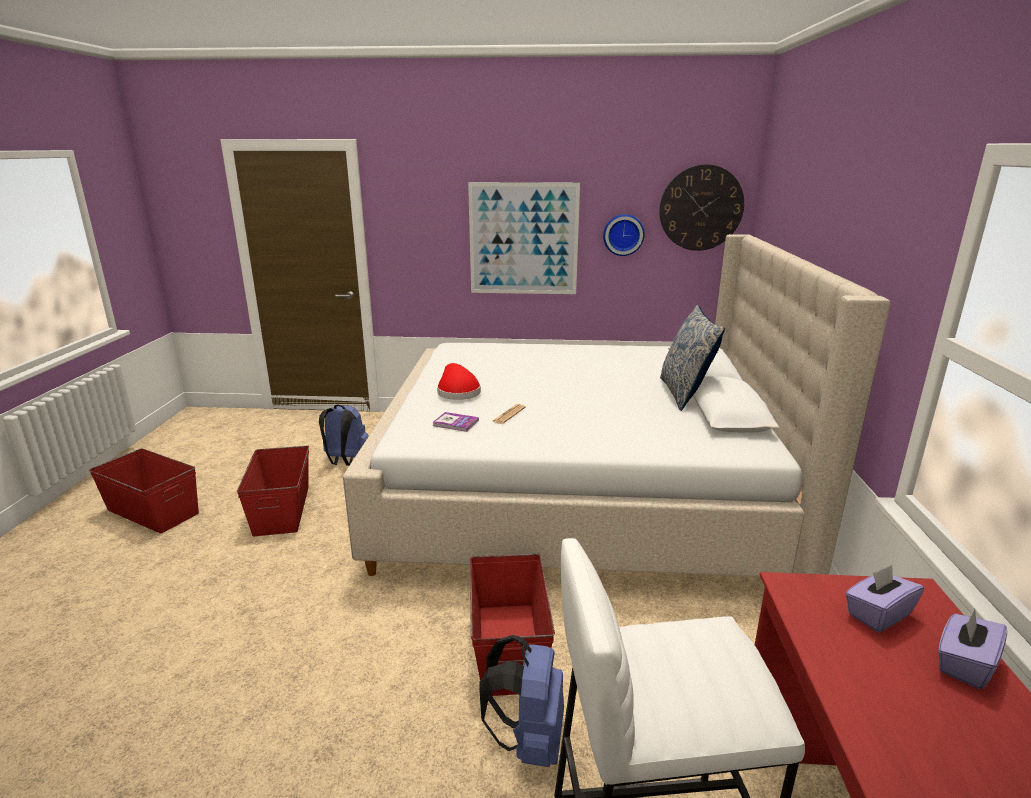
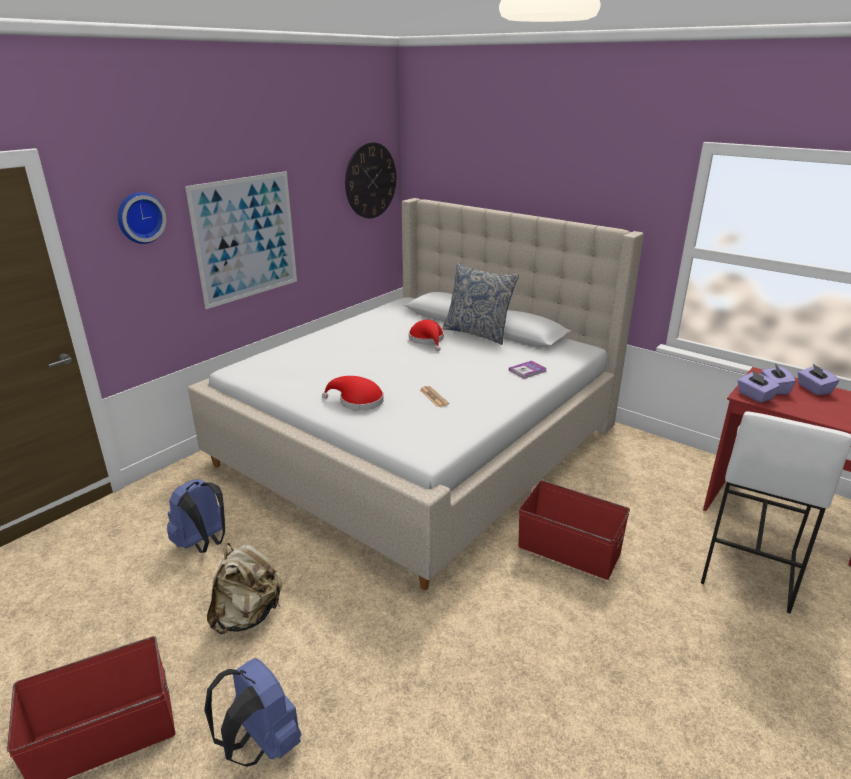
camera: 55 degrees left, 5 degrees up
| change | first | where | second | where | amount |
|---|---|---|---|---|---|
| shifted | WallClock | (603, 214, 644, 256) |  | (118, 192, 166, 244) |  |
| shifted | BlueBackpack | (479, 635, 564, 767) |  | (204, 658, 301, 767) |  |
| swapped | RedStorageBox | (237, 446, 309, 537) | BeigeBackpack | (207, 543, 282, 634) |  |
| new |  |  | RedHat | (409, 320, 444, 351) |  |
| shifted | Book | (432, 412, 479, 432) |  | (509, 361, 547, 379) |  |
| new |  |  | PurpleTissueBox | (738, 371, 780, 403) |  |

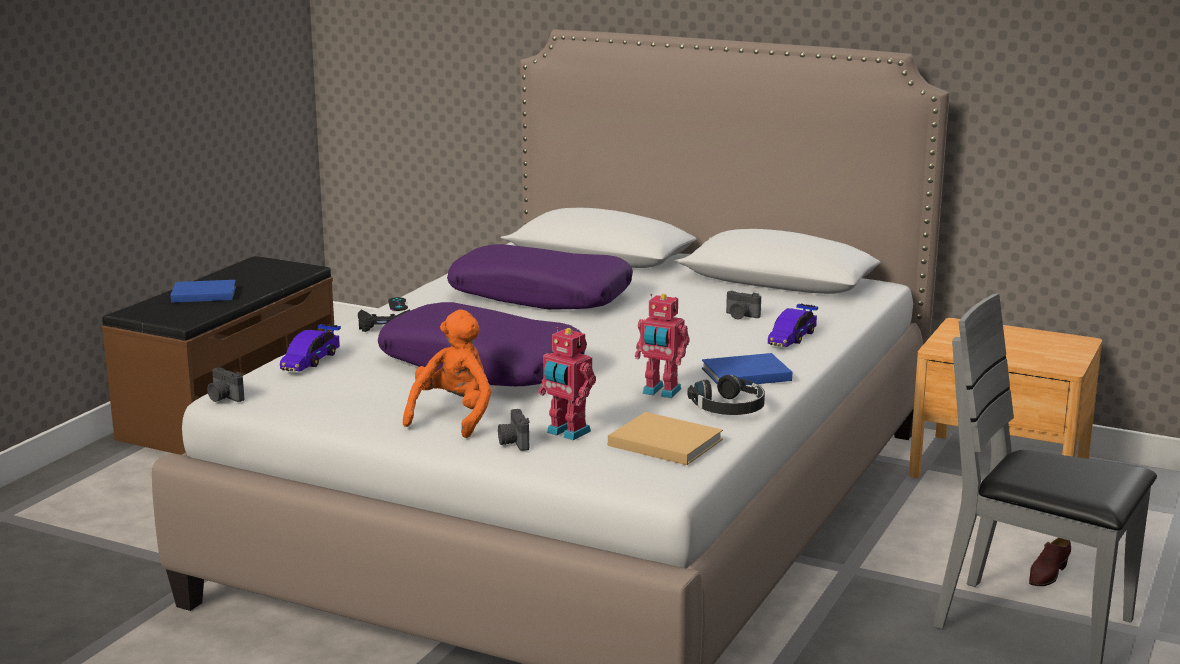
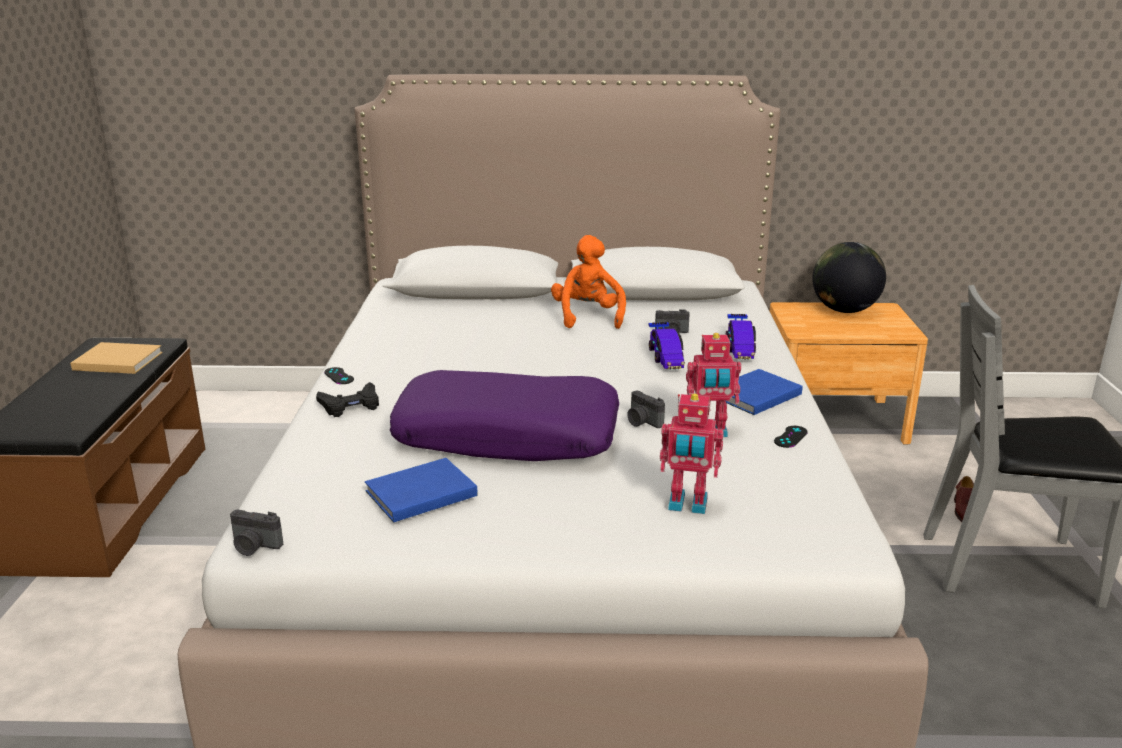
camera: 25 degrees left, 5 degrees up
| change | first | where | second | where | amount |
|---|---|---|---|---|---|
| shifted | BeigeBook | (608, 412, 723, 465) |  | (70, 342, 163, 374) |  |
| shifted | BlueBook | (170, 280, 236, 303) |  | (365, 458, 477, 523) |  |
| shifted | OrangePlushToy | (403, 309, 492, 438) |  | (551, 235, 626, 329) |  |
| shifted | PhotoCamera | (498, 409, 530, 451) |  | (627, 391, 665, 428) |  |
| shifted | ToyCar | (280, 324, 341, 372) |  | (649, 322, 685, 370) |  |
| swapped | BlackHeadphones | (688, 375, 765, 415) | BlackGameController | (774, 426, 808, 448) |  |
| new |  |  | Globe | (812, 242, 886, 313) |  |
| gone | PurplePillow | (447, 244, 633, 310) |  |  |  |

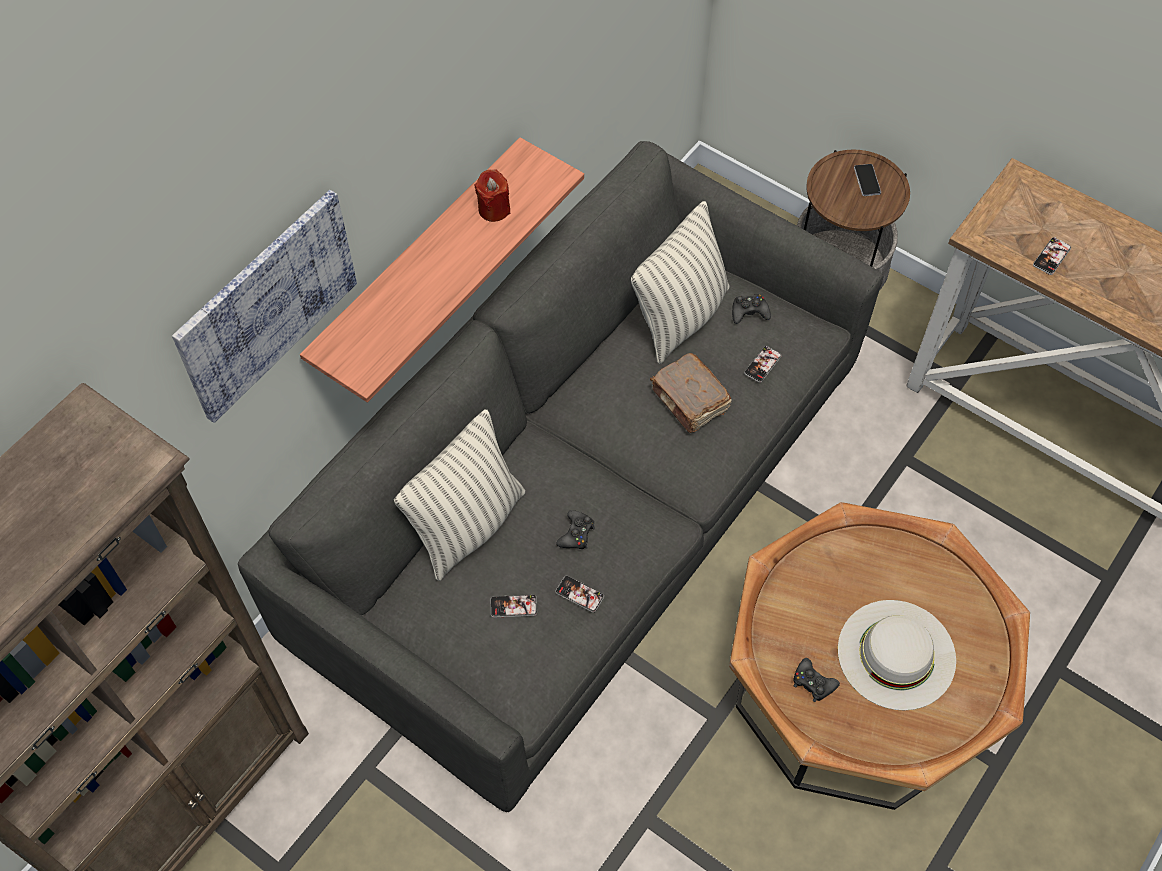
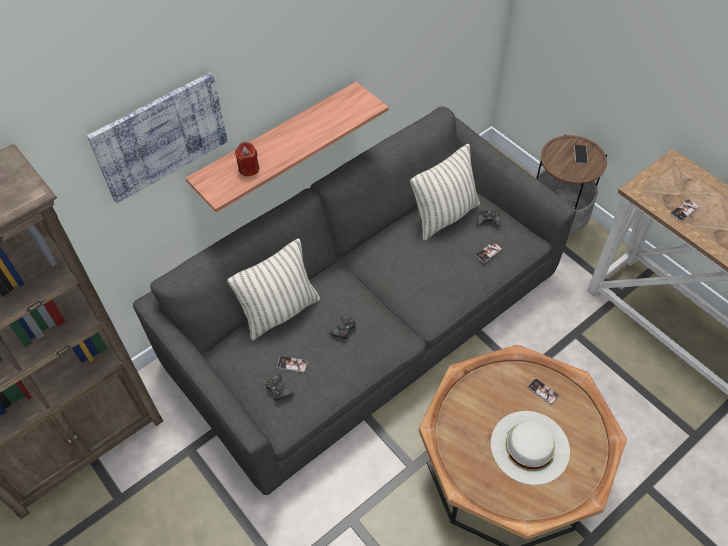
camera: 15 degrees right, 5 degrees down
| change | first | where | second | where | amount |
|---|---|---|---|---|---|
| shifted | RedCandle | (475, 170, 510, 222) |  | (235, 142, 259, 176) |  |
| shifted | BlackGameController | (793, 658, 840, 702) |  | (266, 374, 294, 401) |  |
| shifted | Phone | (555, 576, 604, 612) |  | (528, 378, 559, 405) |  |
| gone | BrownBook | (650, 353, 732, 433) |  |  |  |

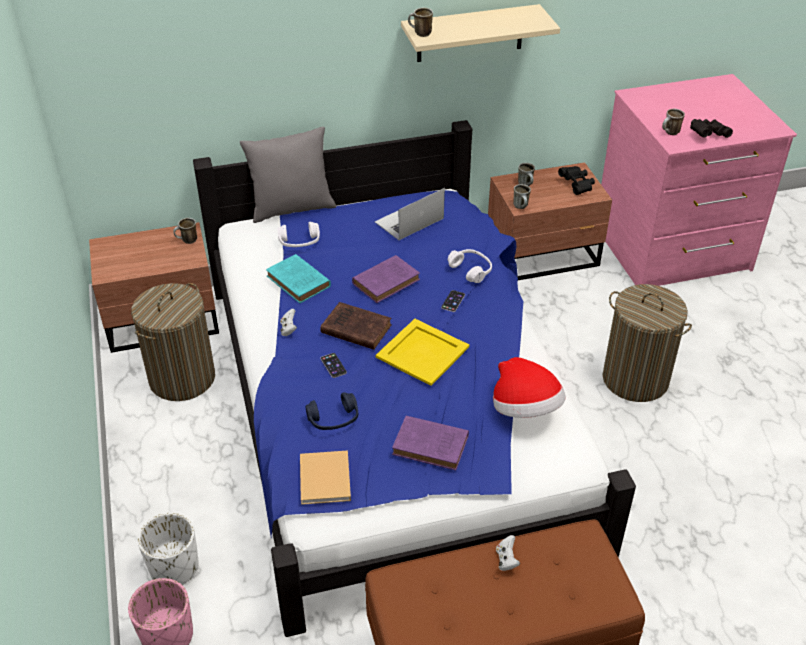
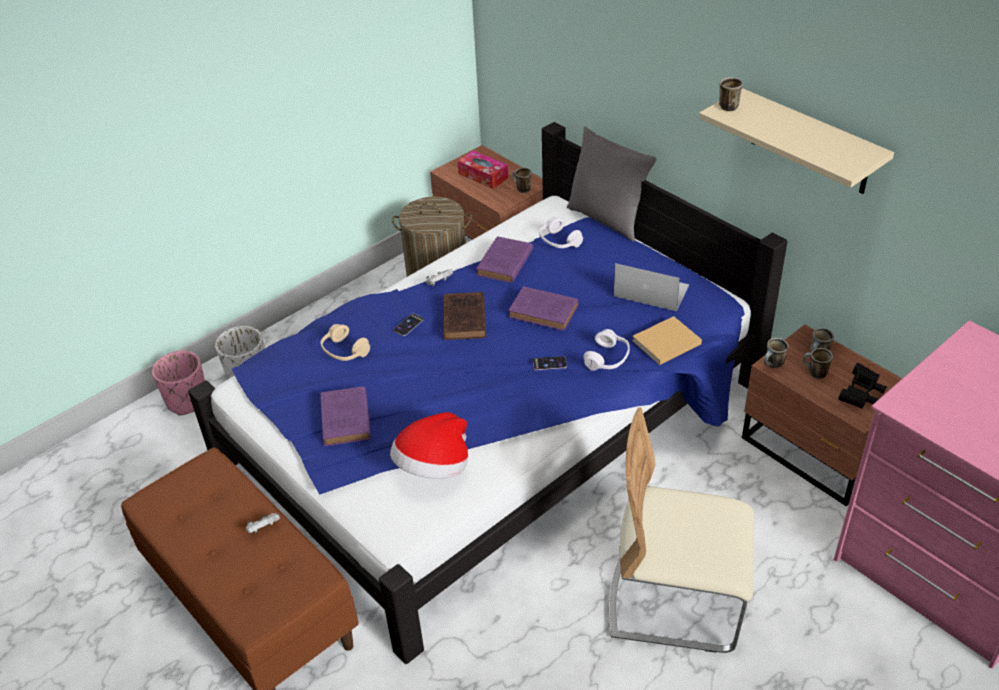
camera: 65 degrees right, 0 degrees up
| change | first | where | second | where | amount |
|---|---|---|---|---|---|
| repainted | BlueHeadphones | (305, 392, 358, 430) | BeigeHeadphones | (320, 324, 370, 361) |  |
| new |  |  | TissueBox | (458, 151, 508, 189) |  |
| repainted | TurquoiseBook | (266, 254, 331, 303) | PurpleBook | (476, 236, 533, 283) |  |
| swapped | LaundryBasket | (603, 284, 692, 402) | BeigeChair | (609, 407, 754, 653) |  |
| shifted | BeigeBook | (300, 450, 351, 505) |  | (632, 316, 702, 365) |  |
| shifted | Mug | (662, 108, 685, 135) |  | (803, 348, 833, 379) |  |
| gone | YellowTray | (376, 319, 469, 386) |  |  |  |
| gone | BlackBinoculars | (690, 119, 733, 138) |  |  |  |

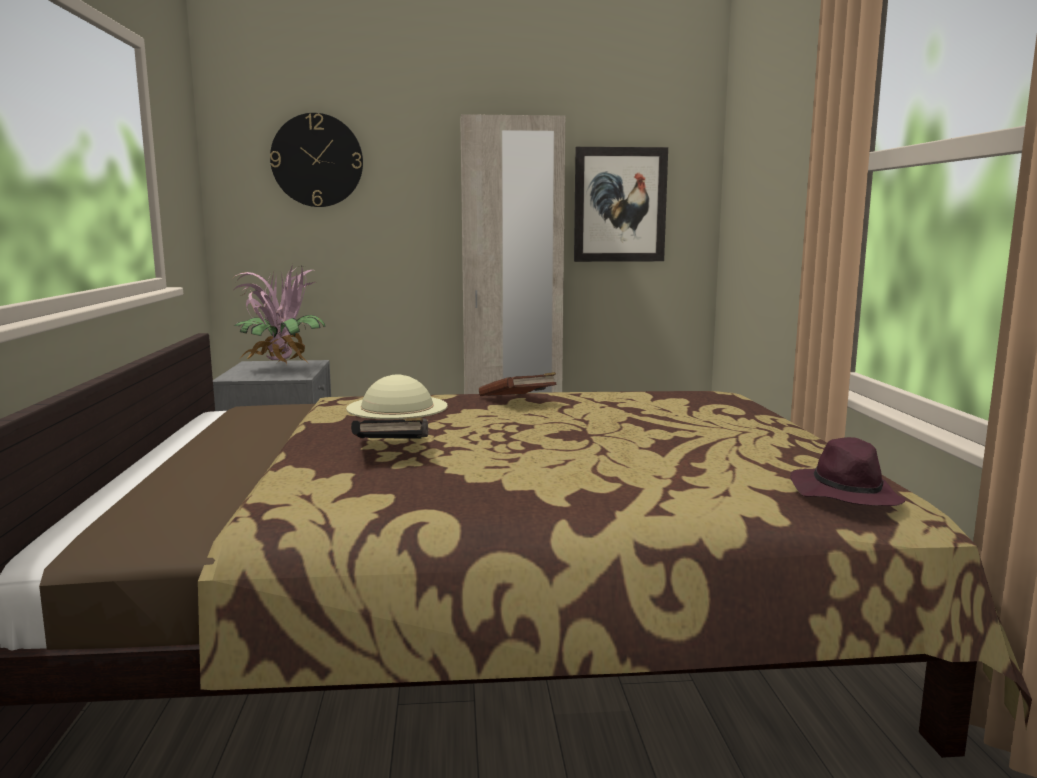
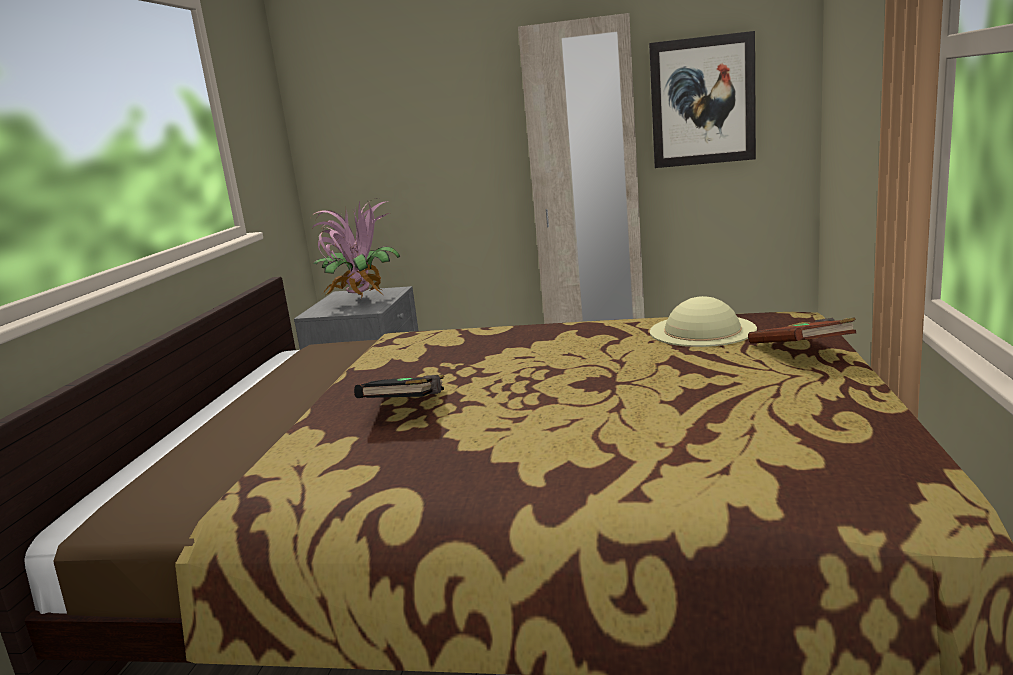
camera: 15 degrees right, 5 degrees up
| change | first | where | second | where | amount |
|---|---|---|---|---|---|
| shifted | BeigeHat | (346, 375, 447, 419) |  | (650, 296, 757, 347) |  |
| shifted | BrownBook | (479, 372, 556, 396) |  | (748, 317, 856, 344) |  |
| gone | WallClock | (270, 113, 363, 207) |  |  |  |
| gone | PurpleHat | (790, 437, 906, 506) |  |  |  |

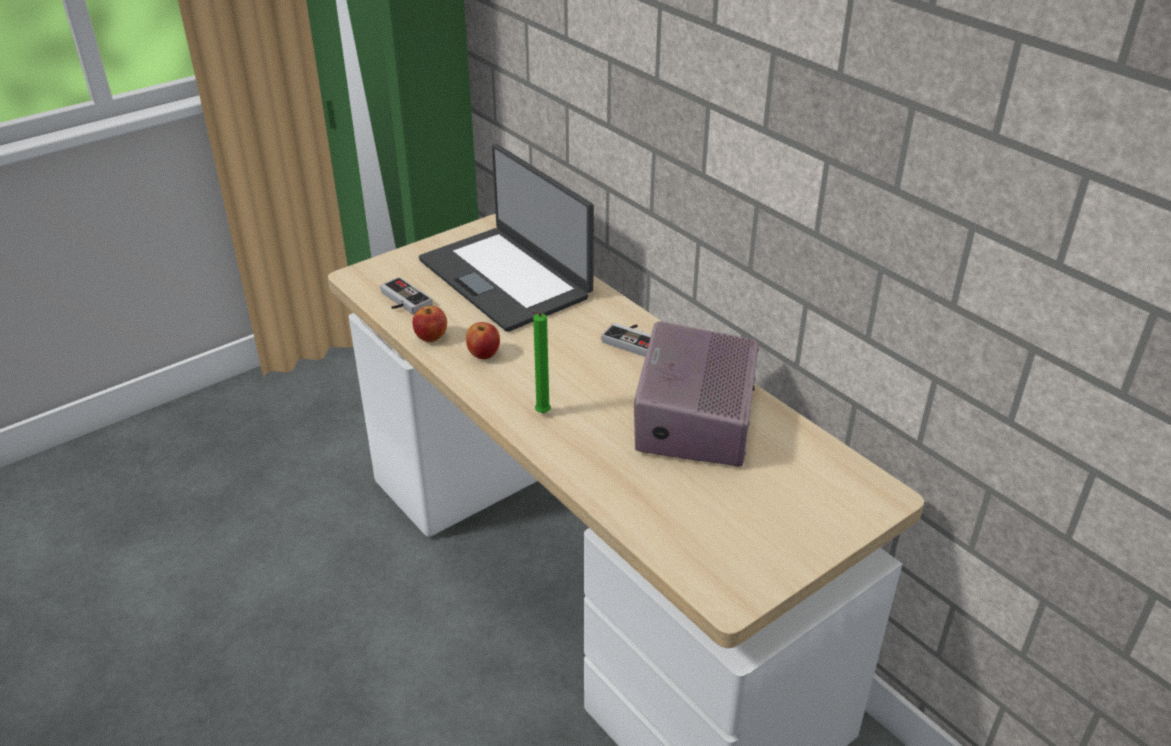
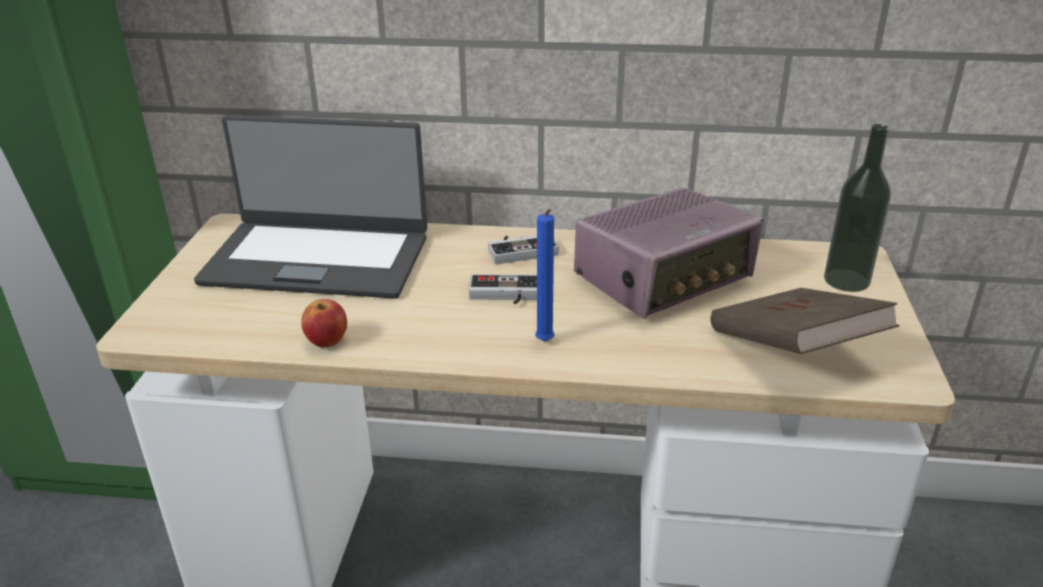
camera: 45 degrees left, 5 degrees down
| change | first | where | second | where | amount |
|---|---|---|---|---|---|
| shifted | GameController | (380, 277, 433, 315) |  | (469, 274, 537, 304) |  |
| repainted | GreenCandle | (531, 311, 551, 413) | BlueCandle | (535, 209, 554, 342) |  |
| rotated | Radio | (634, 321, 759, 467) |  | (574, 188, 764, 319) | 90 degrees counterclockwise |
| new |  |  | BrownBook | (711, 288, 899, 354) |  |
| new |  |  | Bottle | (824, 124, 891, 292) |  |
| gone | Apple | (466, 322, 500, 360) |  |  |  |

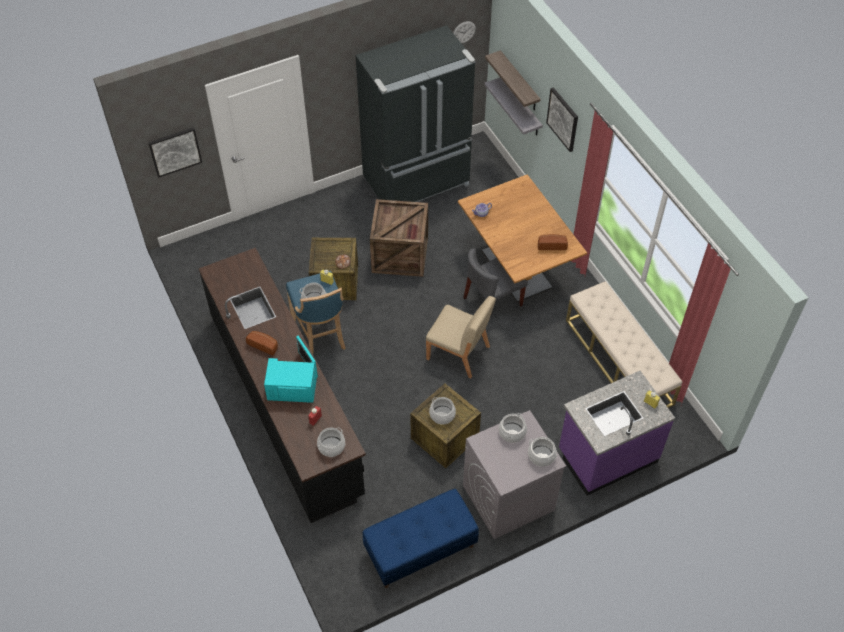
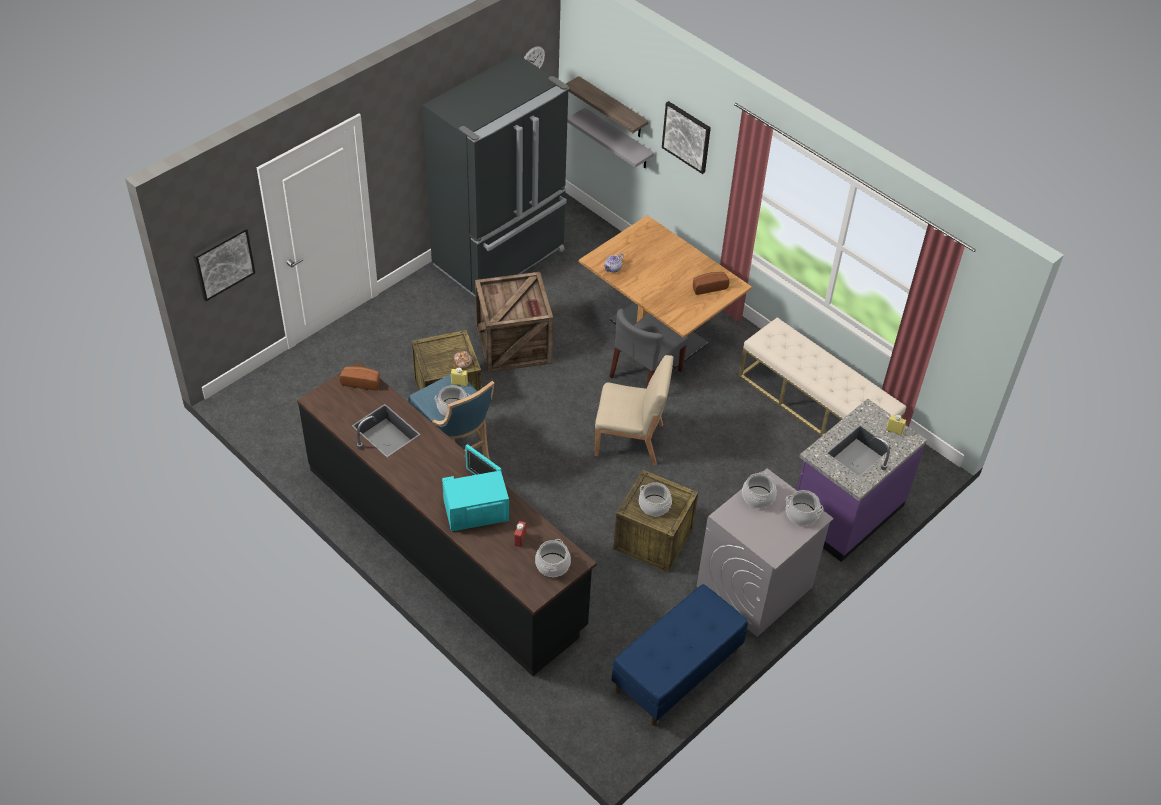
camera: 20 degrees left, 5 degrees down
| change | first | where | second | where | amount |
|---|---|---|---|---|---|
| shifted | Bread | (246, 331, 278, 356) |  | (340, 366, 380, 390) |  |

